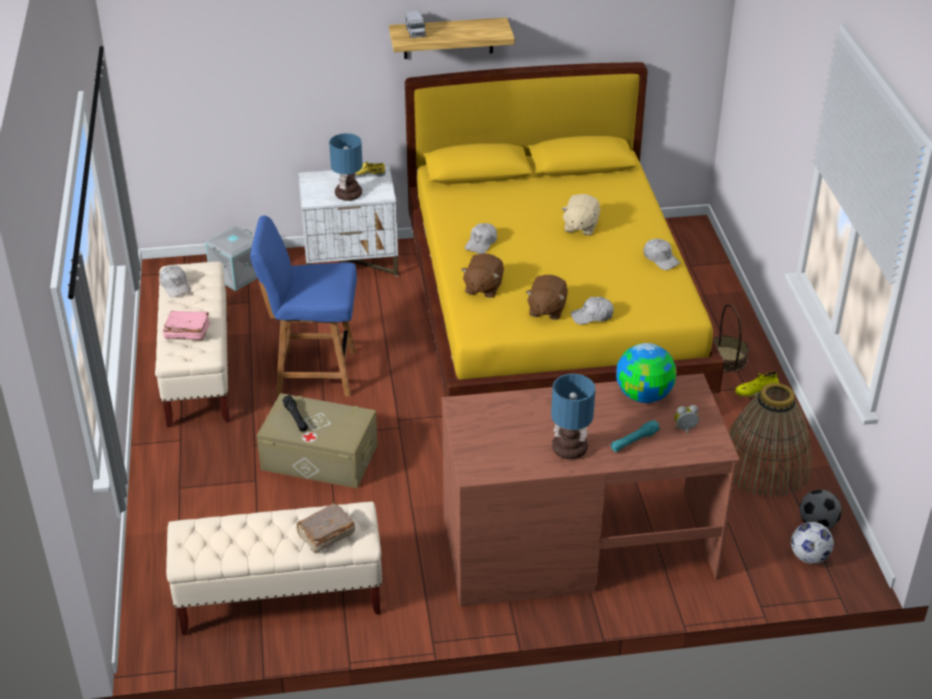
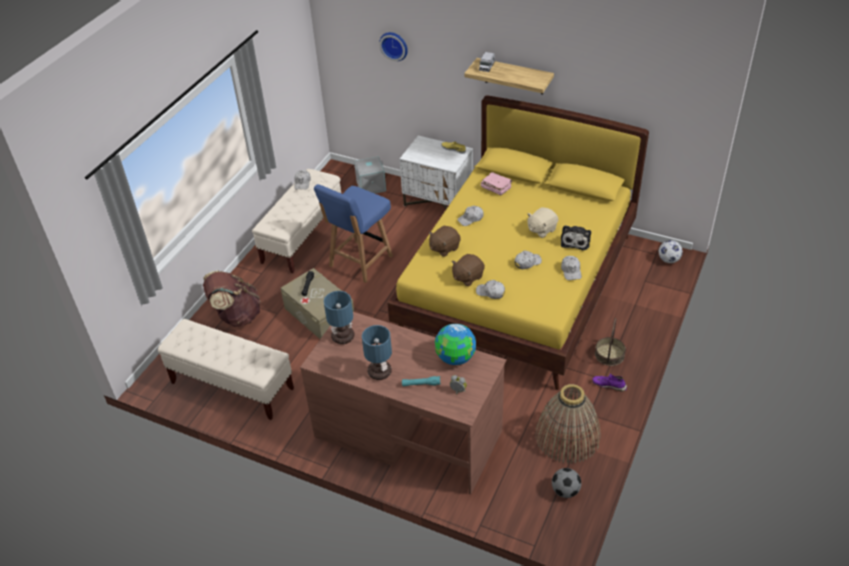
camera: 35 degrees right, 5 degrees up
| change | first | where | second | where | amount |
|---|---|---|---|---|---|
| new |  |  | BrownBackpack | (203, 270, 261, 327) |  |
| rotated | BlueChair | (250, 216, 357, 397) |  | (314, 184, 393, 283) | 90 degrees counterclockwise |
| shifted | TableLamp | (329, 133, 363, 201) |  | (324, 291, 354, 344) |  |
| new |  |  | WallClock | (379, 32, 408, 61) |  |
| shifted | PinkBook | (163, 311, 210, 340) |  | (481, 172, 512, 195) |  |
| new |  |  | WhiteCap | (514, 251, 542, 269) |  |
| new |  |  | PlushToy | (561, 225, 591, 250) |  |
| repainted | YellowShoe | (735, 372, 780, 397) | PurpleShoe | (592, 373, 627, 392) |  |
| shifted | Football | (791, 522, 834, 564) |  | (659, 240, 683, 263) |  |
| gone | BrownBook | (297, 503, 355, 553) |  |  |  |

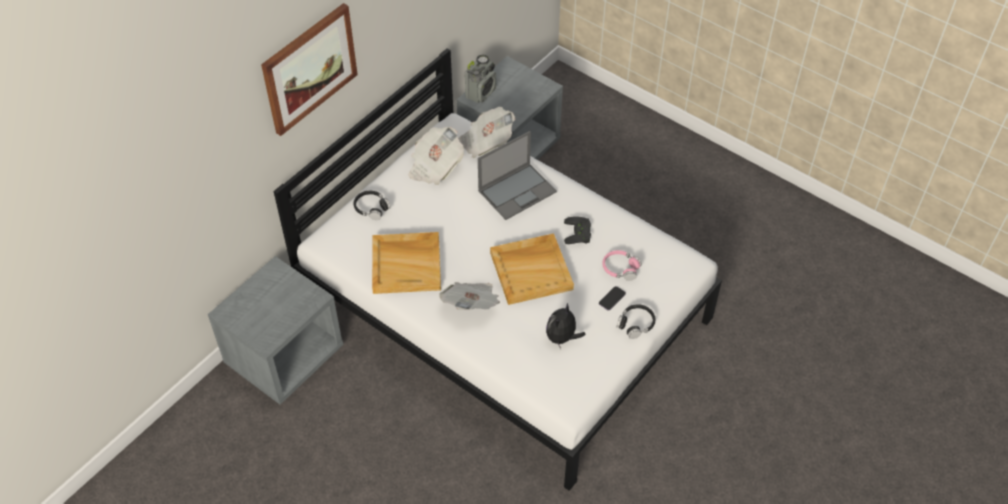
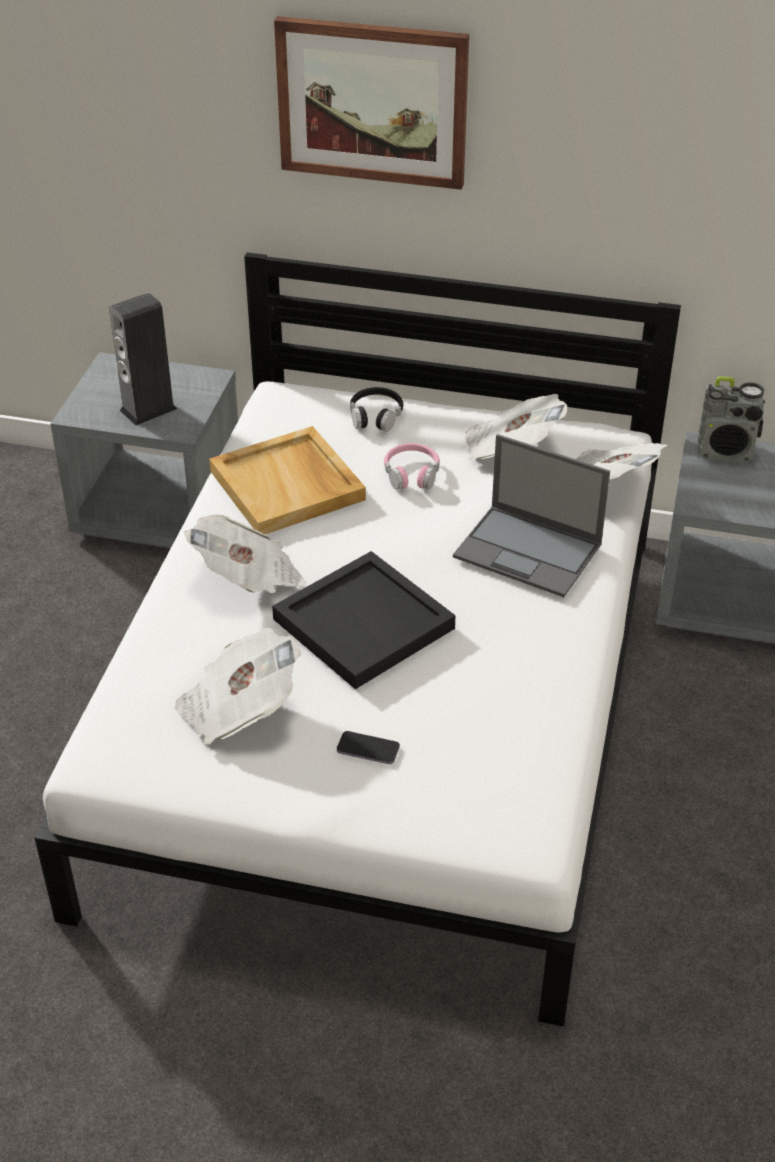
camera: 65 degrees right, 10 degrees down
| change | first | where | second | where | amount |
|---|---|---|---|---|---|
| new |  |  | Speaker | (109, 292, 177, 426) |  |
| swapped | PlushToy | (546, 303, 586, 349) | Newspaper | (175, 628, 301, 745) |  |
| repainted | BeigeTray | (490, 233, 574, 305) | BlackTray | (272, 551, 455, 689) |  |
| shifted | PinkHeadphones | (602, 250, 642, 281) |  | (384, 443, 440, 490) |  |
| gone | BlackGameController | (564, 216, 591, 244) |  |  |  |
| gone | BlackHeadphones | (617, 304, 655, 339) |  |  |  |

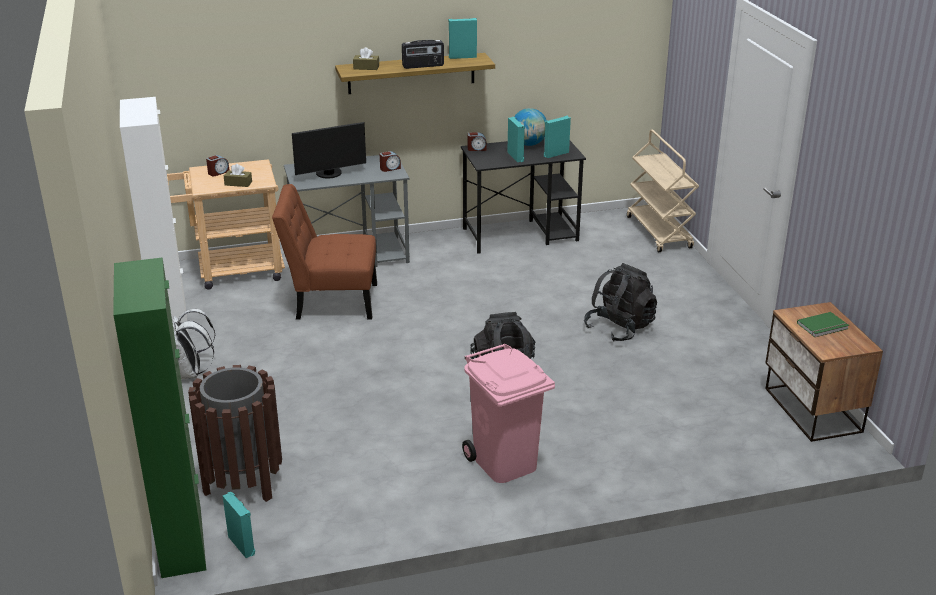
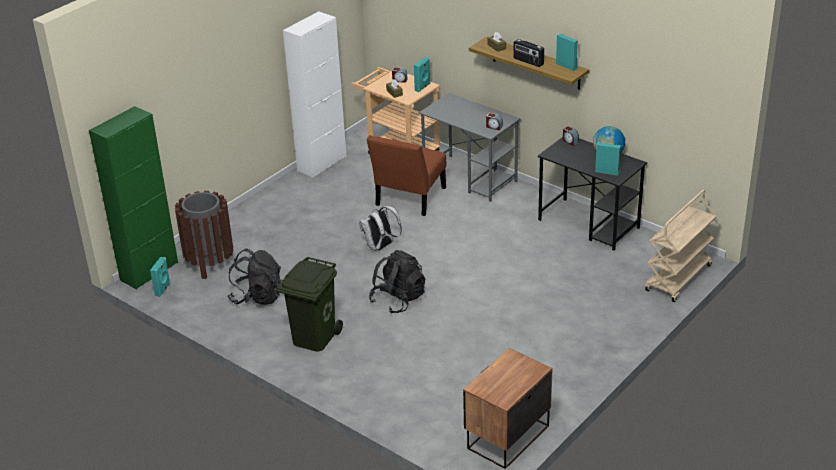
camera: 55 degrees right, 5 degrees up
| change | first | where | second | where | amount |
|---|---|---|---|---|---|
| shifted | BlackBackpack | (584, 263, 657, 342) |  | (227, 248, 283, 305) |  |
| repainted | PinkTrashCan | (462, 344, 555, 483) | GreenTrashCan | (277, 257, 343, 351) |  |
| shifted | WhiteBackpack | (172, 309, 216, 379) |  | (359, 206, 402, 251) |  |
| rotated | BrownChair | (272, 184, 377, 320) |  | (367, 135, 446, 216) | 120 degrees counterclockwise |
| shifted | TurquoiseSpeaker | (507, 117, 525, 162) |  | (414, 57, 431, 92) |  |
| gone | Monitor | (292, 122, 366, 178) |  |  |  |
| gone | GreenBook | (797, 312, 849, 337) |  |  |  |

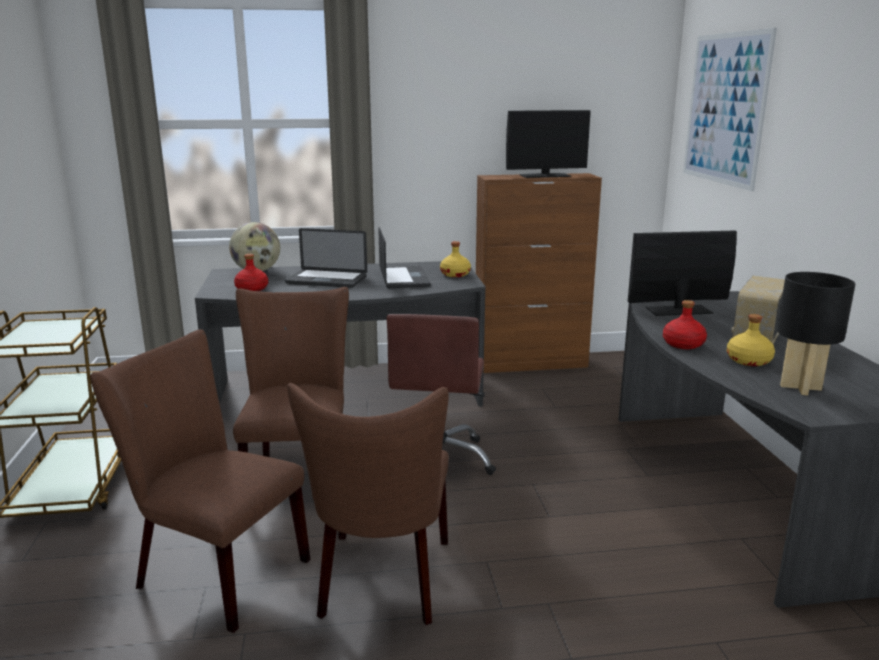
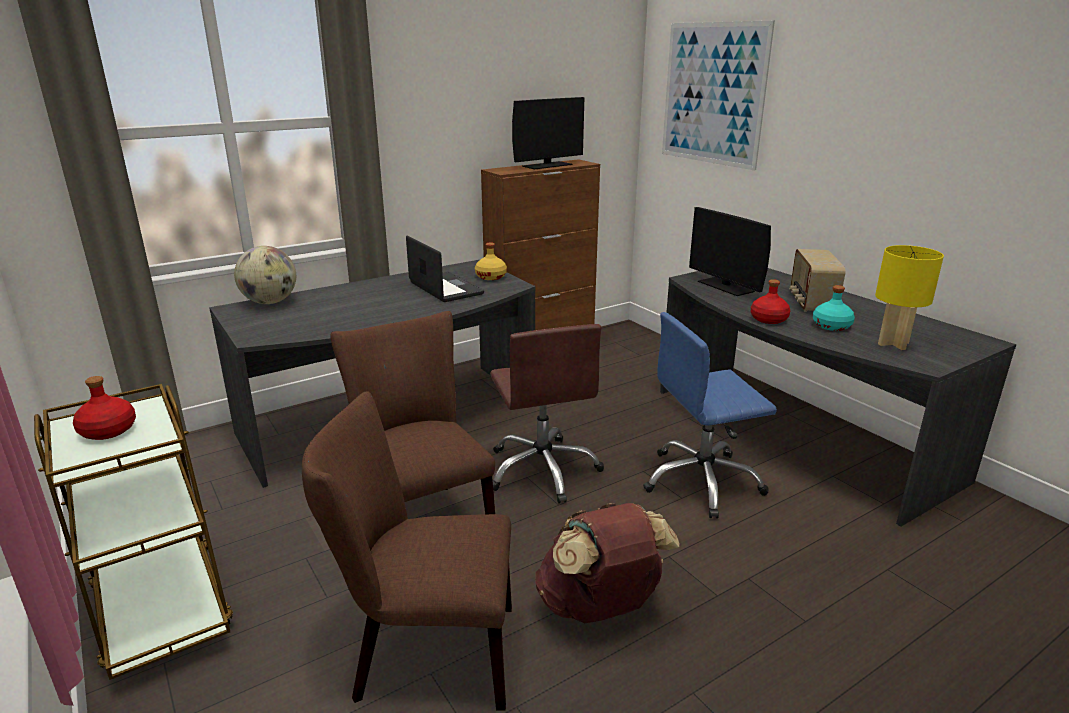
camera: 25 degrees left, 5 degrees up
| change | first | where | second | where | amount |
|---|---|---|---|---|---|
| shifted | RedBottle | (234, 254, 268, 291) |  | (73, 376, 136, 440) |  |
| swapped | BrownChair | (287, 383, 449, 625) | BrownBackpack | (535, 503, 680, 623) |  |
| new |  |  | BlueOfficeChair | (643, 312, 777, 518) |  |
| rotated | Monitor | (628, 230, 737, 316) |  | (689, 207, 771, 296) | 90 degrees counterclockwise |
| repainted | YellowBottle | (727, 314, 775, 366) | TurquoiseBottle | (813, 285, 855, 331) |  |
| repainted | BlackTableLamp | (777, 272, 855, 395) | YellowTableLamp | (875, 245, 944, 350) |  |
| gone | Laptop | (285, 228, 367, 288) |  |  |  |

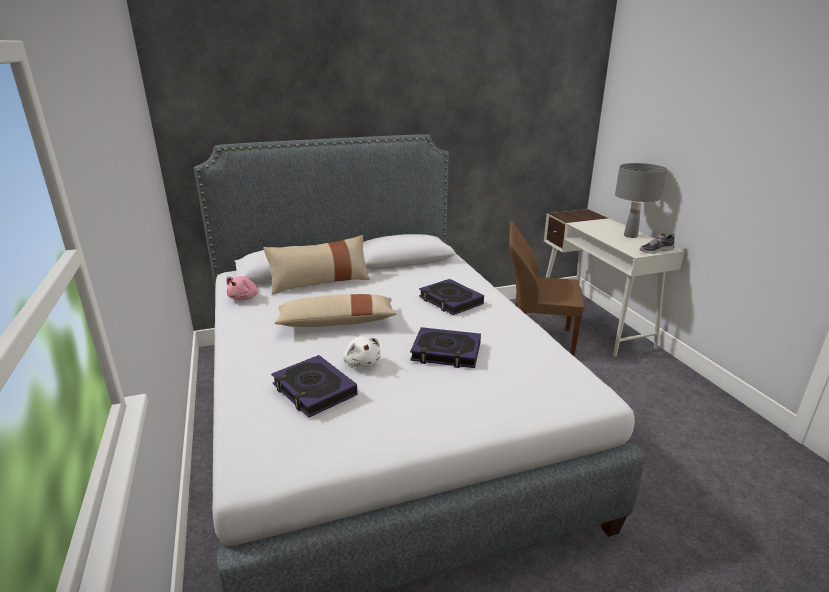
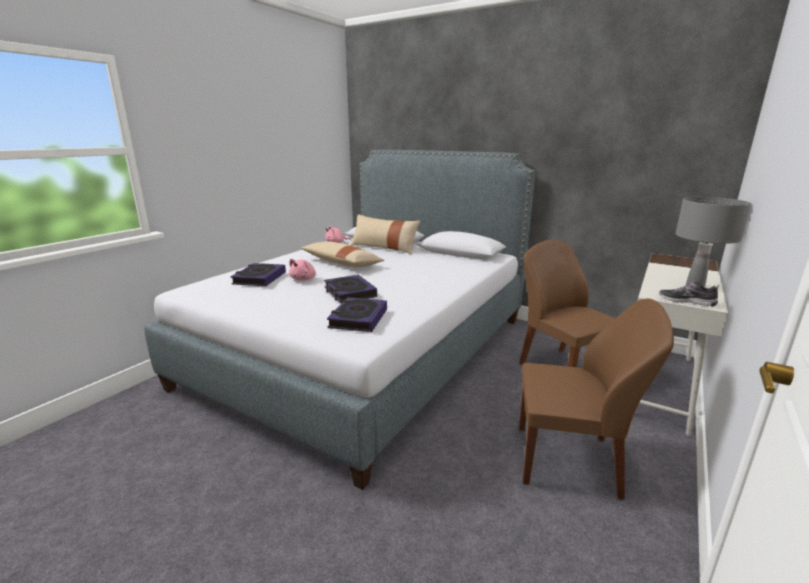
camera: 50 degrees right, 5 degrees down
| change | first | where | second | where | amount |
|---|---|---|---|---|---|
| repainted | WhitePlushToy | (343, 336, 381, 368) | PinkPlushToy | (289, 259, 316, 280) |  |
| shifted | Book | (419, 279, 484, 315) |  | (327, 297, 387, 332) |  |
| new |  |  | BrownChair | (519, 298, 674, 500) |  |

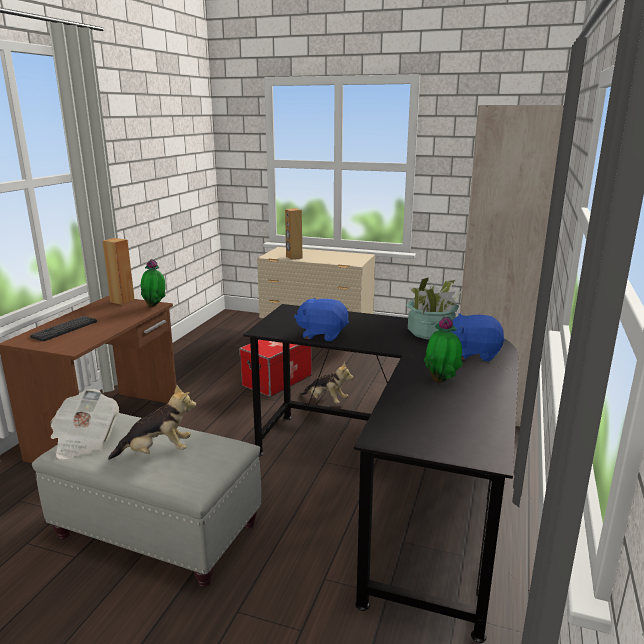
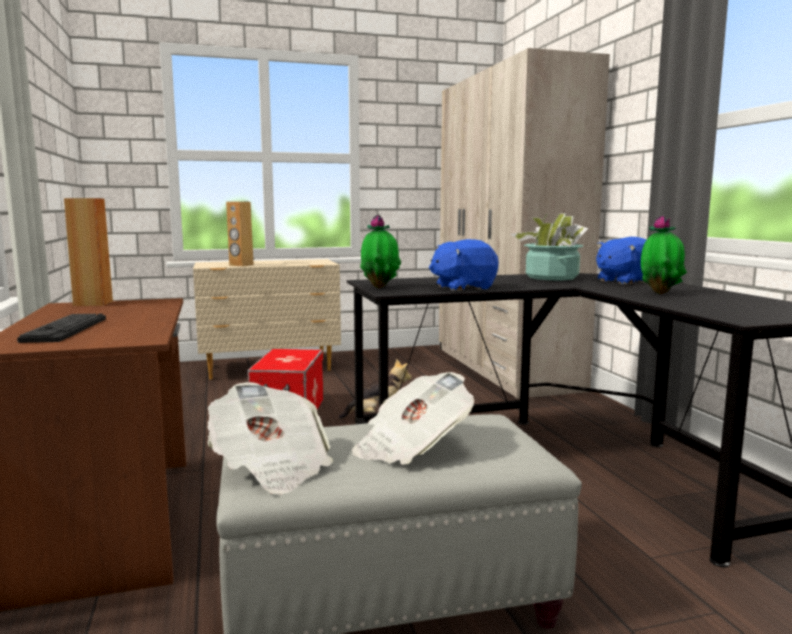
camera: 35 degrees left, 10 degrees down
| change | first | where | second | where | amount |
|---|---|---|---|---|---|
| swapped | PlushToy | (108, 384, 196, 460) | Newspaper | (352, 372, 474, 465) |  |
| shifted | PottedPlant | (141, 259, 166, 307) |  | (360, 215, 401, 288) |  |

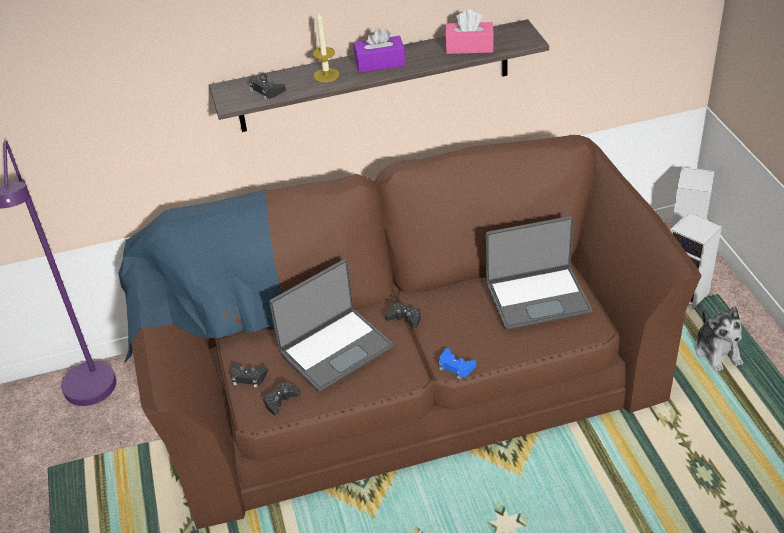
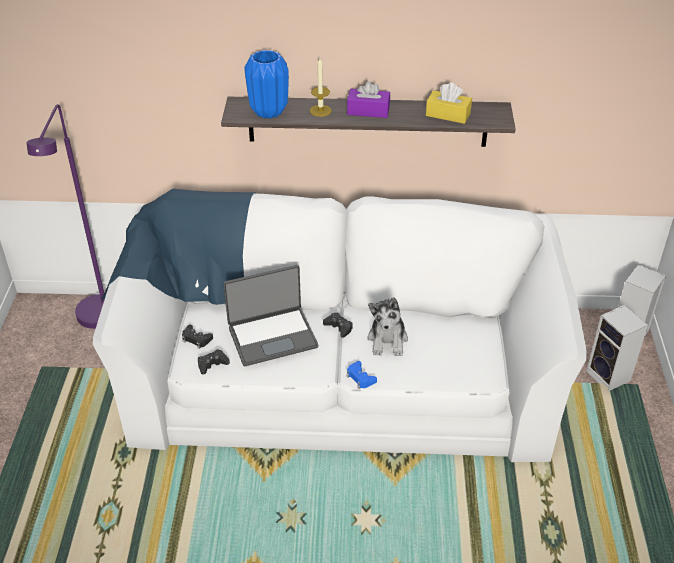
camera: 15 degrees right, 0 degrees up
| change | first | where | second | where | amount |
|---|---|---|---|---|---|
| repainted | BrownSofa | (118, 135, 701, 529) | WhiteSofa | (93, 189, 587, 462) |  |
| swapped | BlackGameController | (249, 73, 286, 100) | BlueVase | (244, 50, 289, 119) |  |
| shifted | PlushToy | (694, 306, 743, 372) |  | (368, 297, 408, 356) |  |
| repainted | PinkTissueBox | (445, 10, 494, 54) | YellowTissueBox | (426, 83, 472, 124) |  |
| gone | Laptop | (486, 216, 592, 330) |  |  |  |

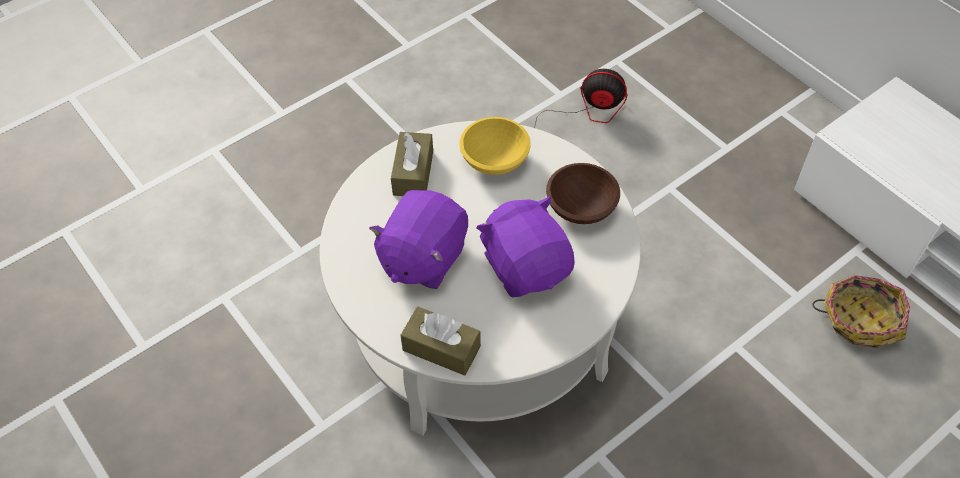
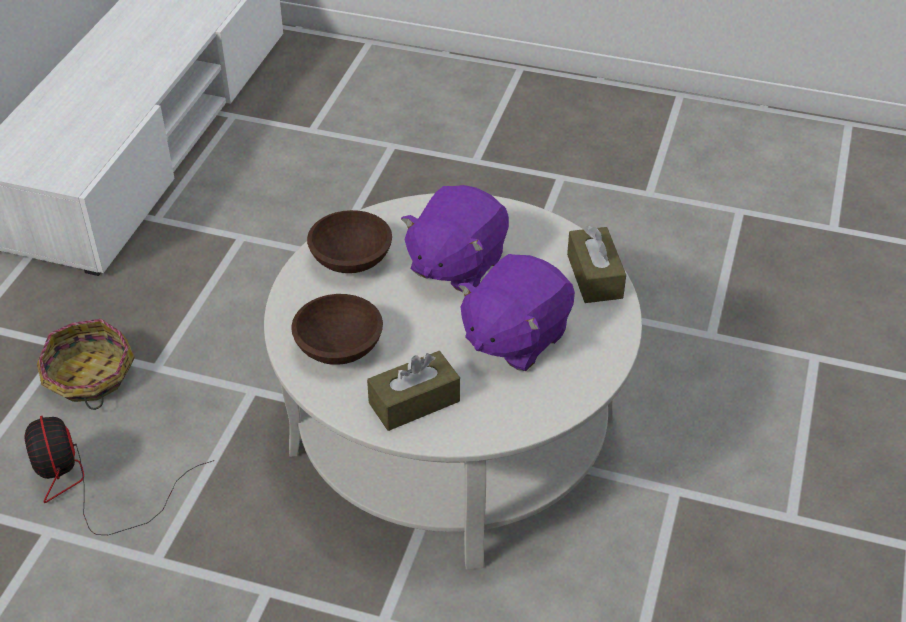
camera: 125 degrees left, 10 degrees down
| change | first | where | second | where | amount |
|---|---|---|---|---|---|
| shifted | Basket | (812, 275, 910, 348) |  | (37, 319, 135, 410) |  |
| repainted | YellowBowl | (459, 117, 531, 175) | BrownBowl | (291, 294, 383, 365) |  |
| rotated | PurplePlushToy | (369, 190, 468, 289) |  | (458, 254, 575, 371) | 135 degrees clockwise |

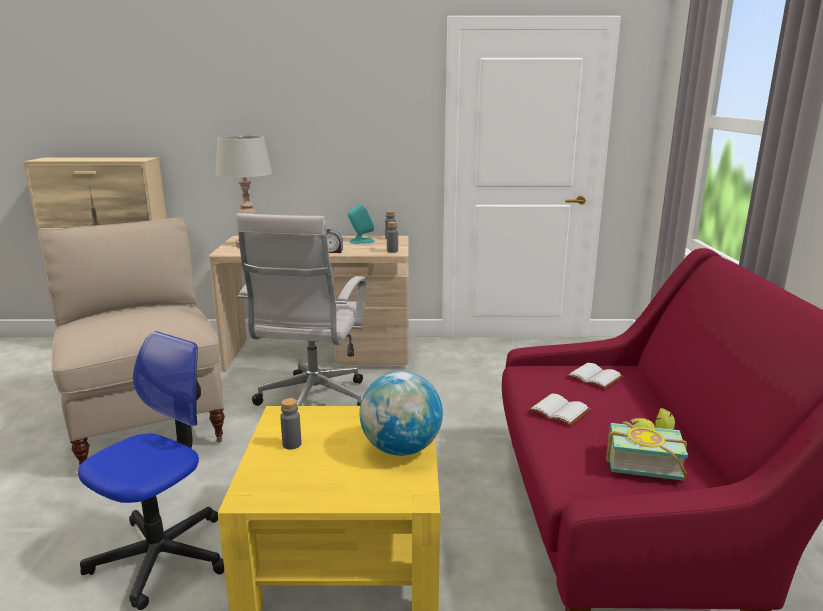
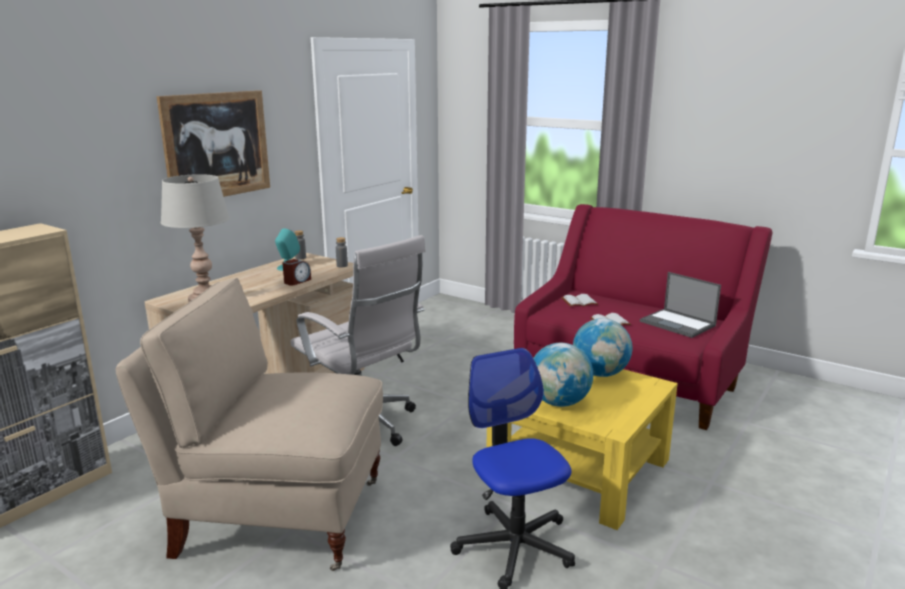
camera: 55 degrees left, 0 degrees up
| change | first | where | second | where | amount |
|---|---|---|---|---|---|
| new |  |  | Picture | (157, 90, 270, 197) |  |
| swapped | GreyBottle | (280, 398, 301, 450) | Globe | (533, 343, 593, 407) |  |
| swapped | Book | (606, 408, 688, 481) | Laptop | (640, 272, 721, 338) |  |

